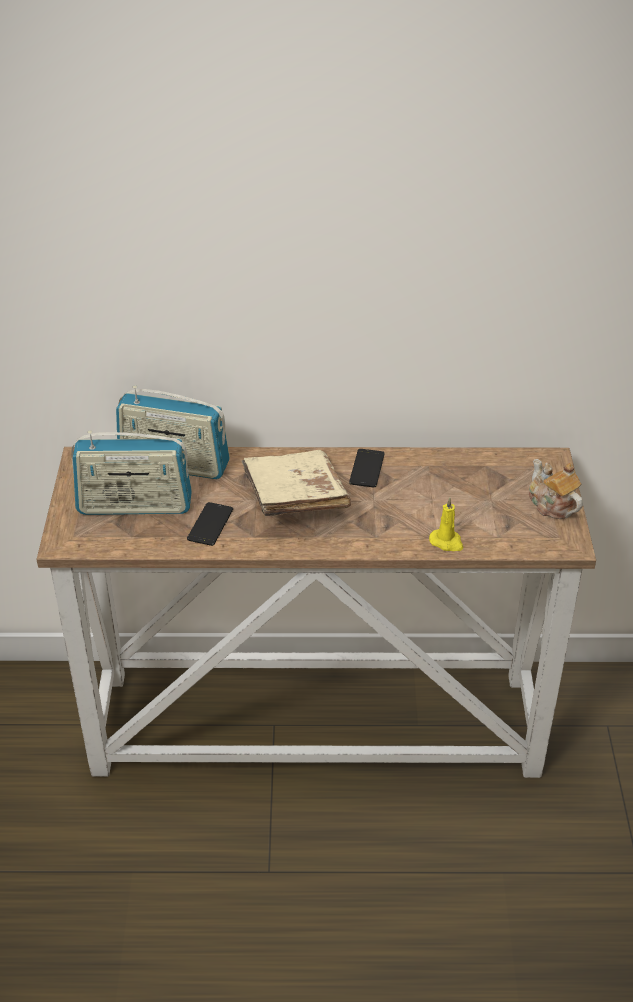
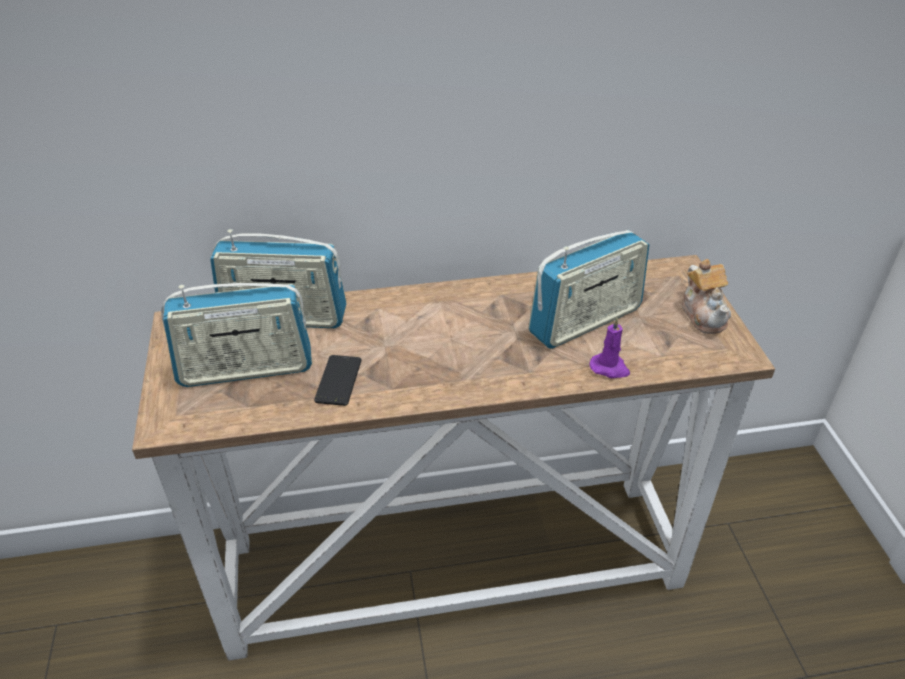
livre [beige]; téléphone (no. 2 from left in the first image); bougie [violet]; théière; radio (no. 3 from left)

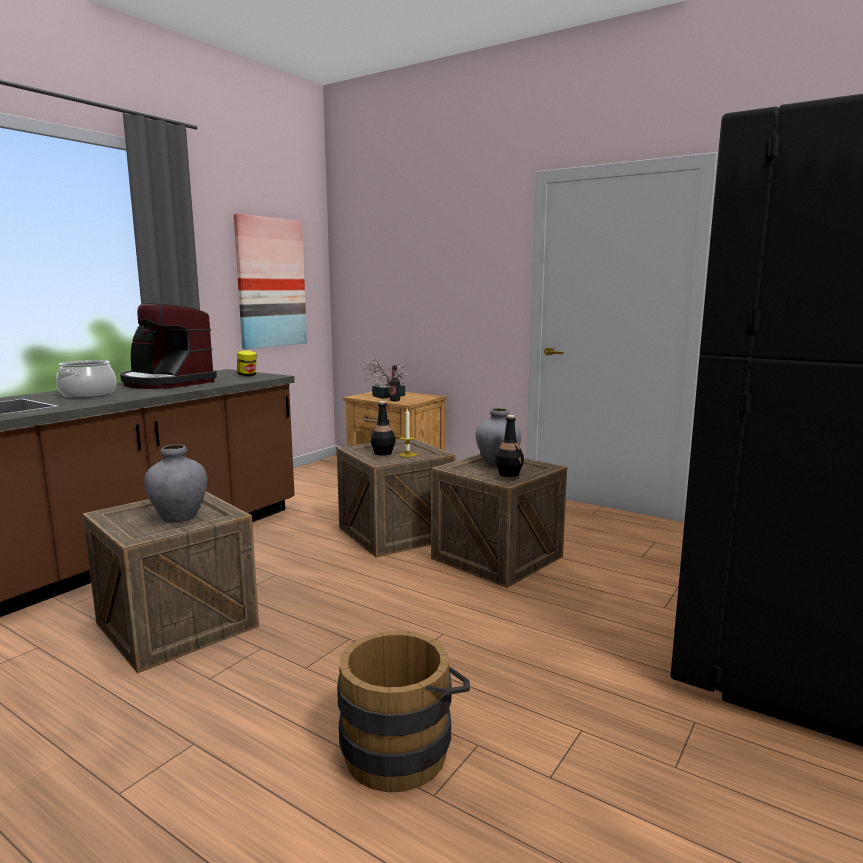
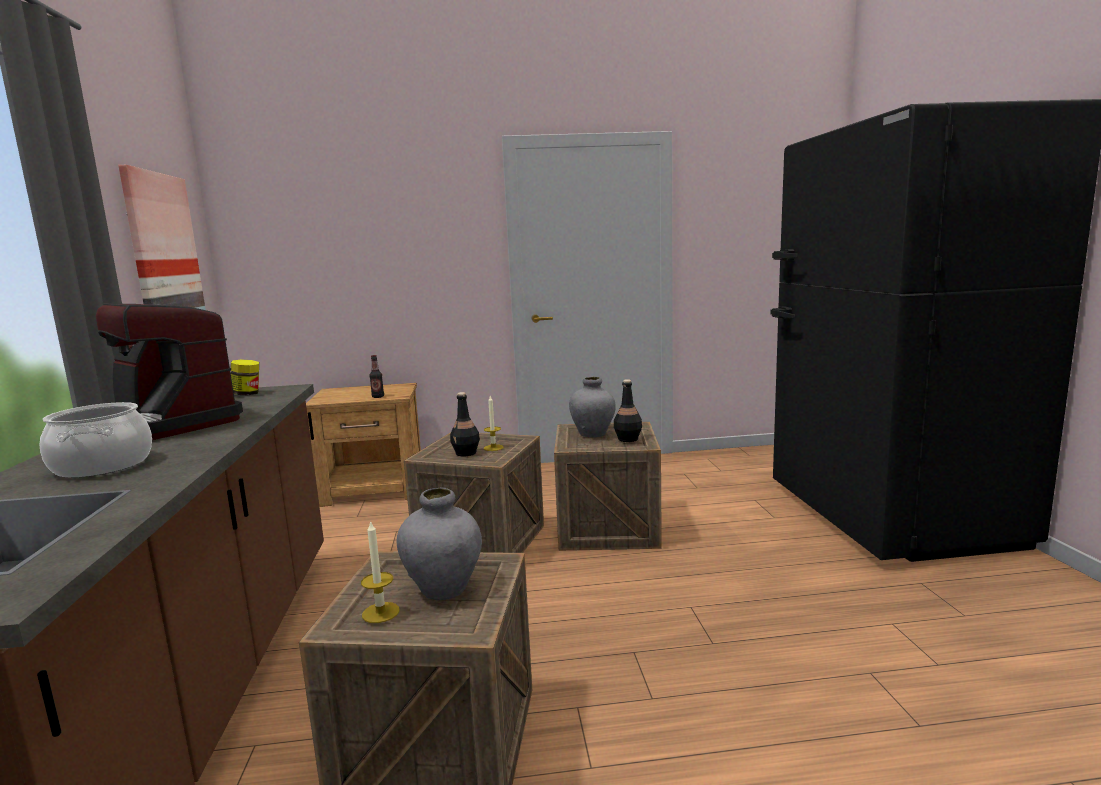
machine à café; seau [marron]; plante en pot; bougie (no. 1 from left)

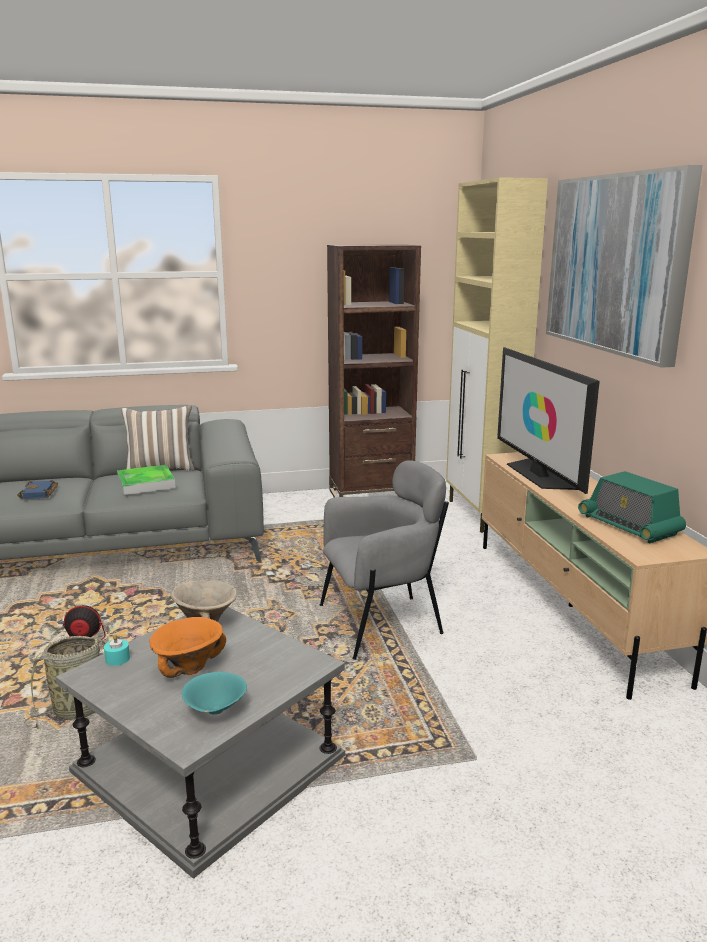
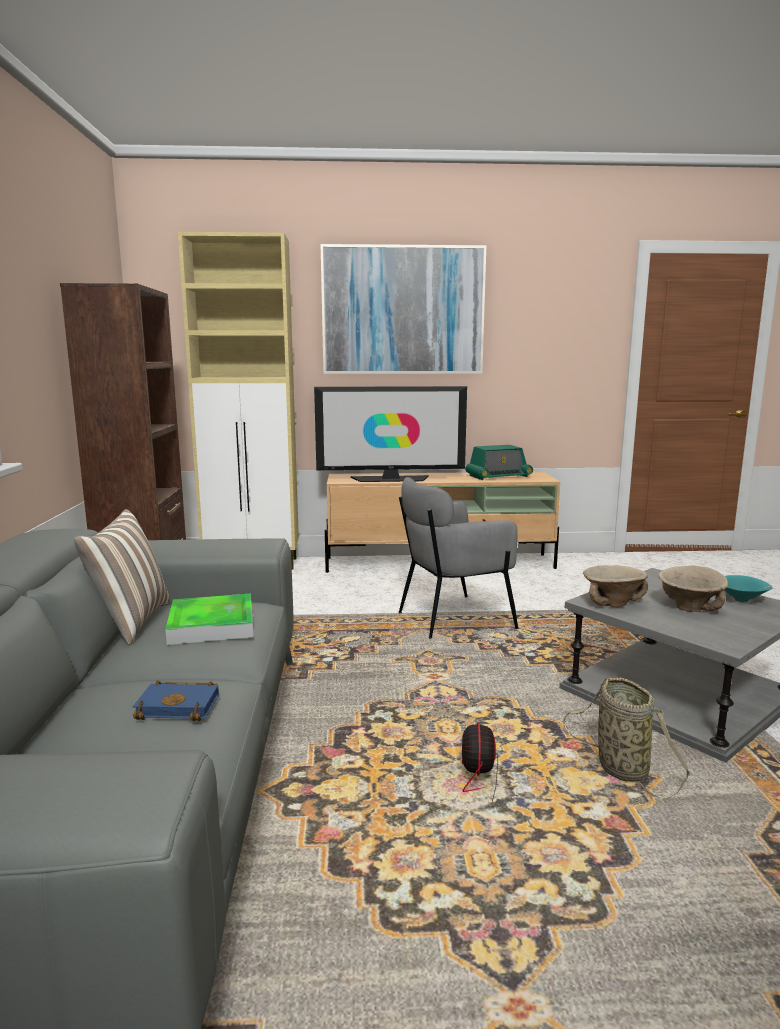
bougie [turquoise]; bol [beige] (no. 2 from left); fauteuil [gris]

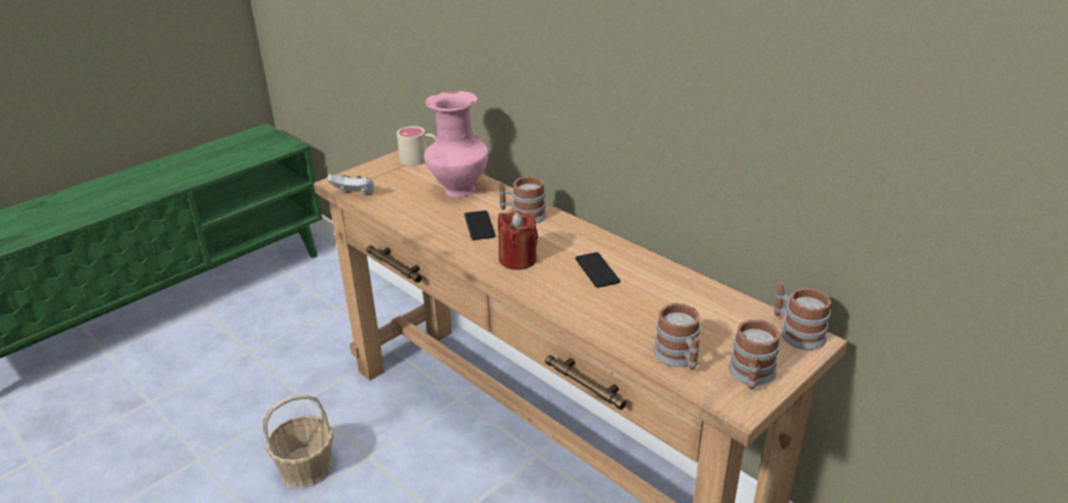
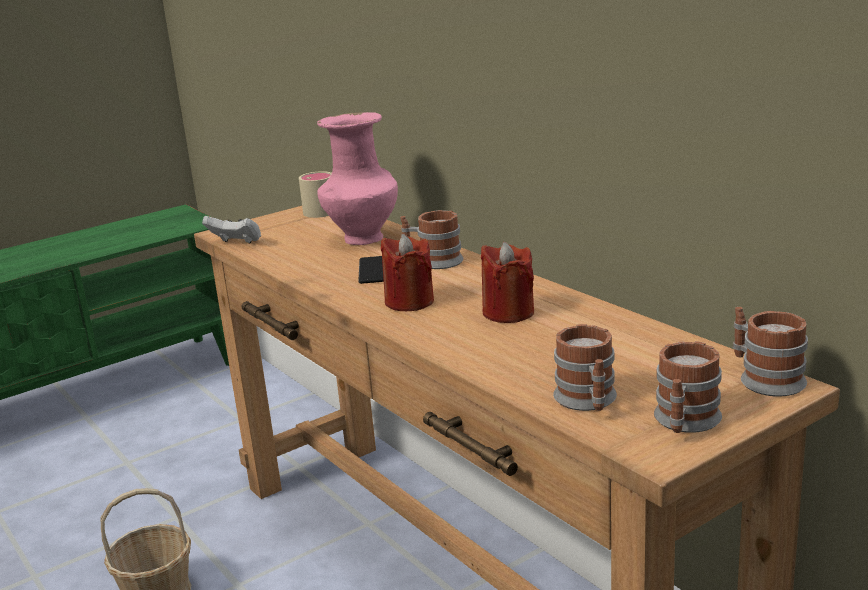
bougie [rouge] (no. 2 from left)

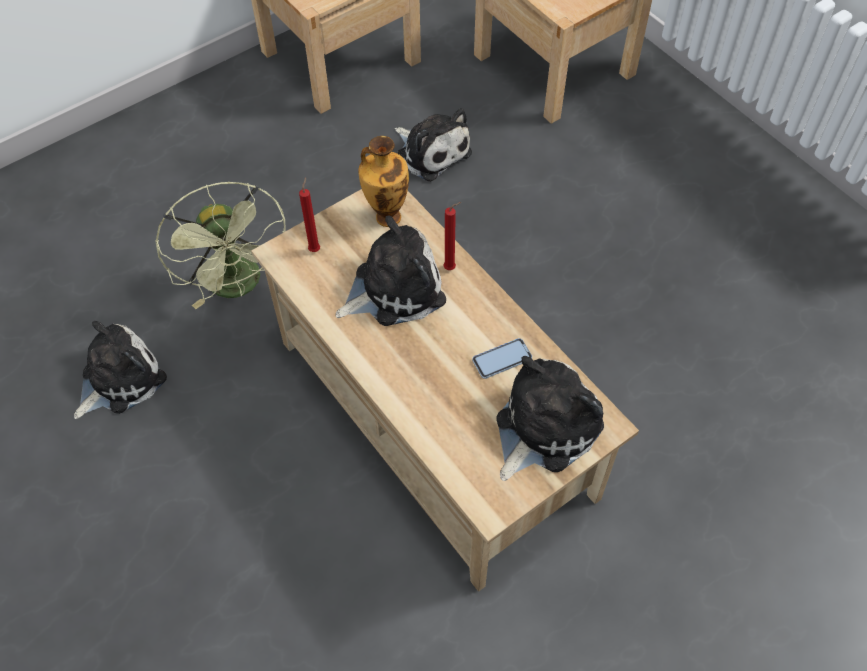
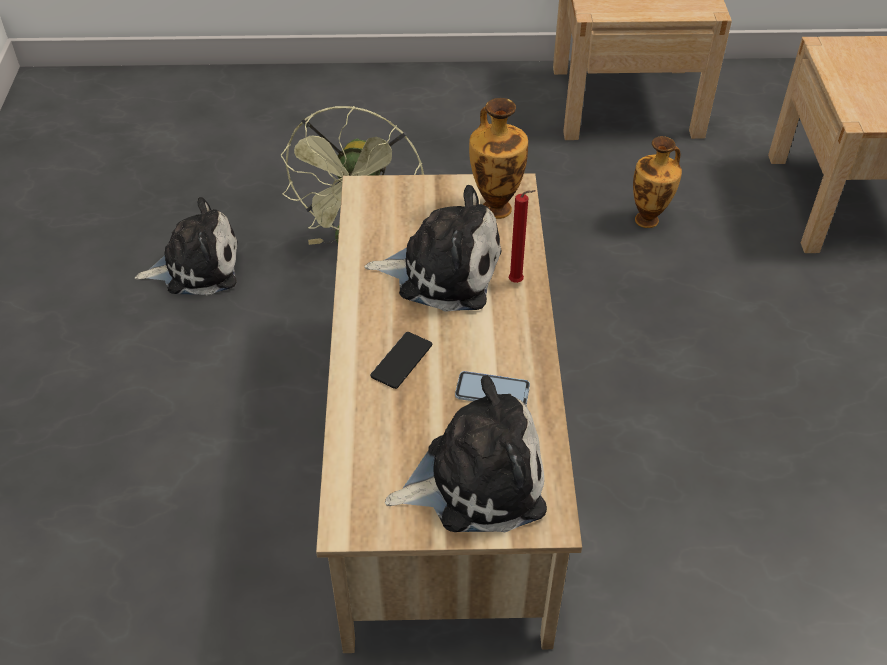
bougie [rouge] (no. 1 from left in the first image); vase (no. 2 from left); téléphone (no. 1 from left)

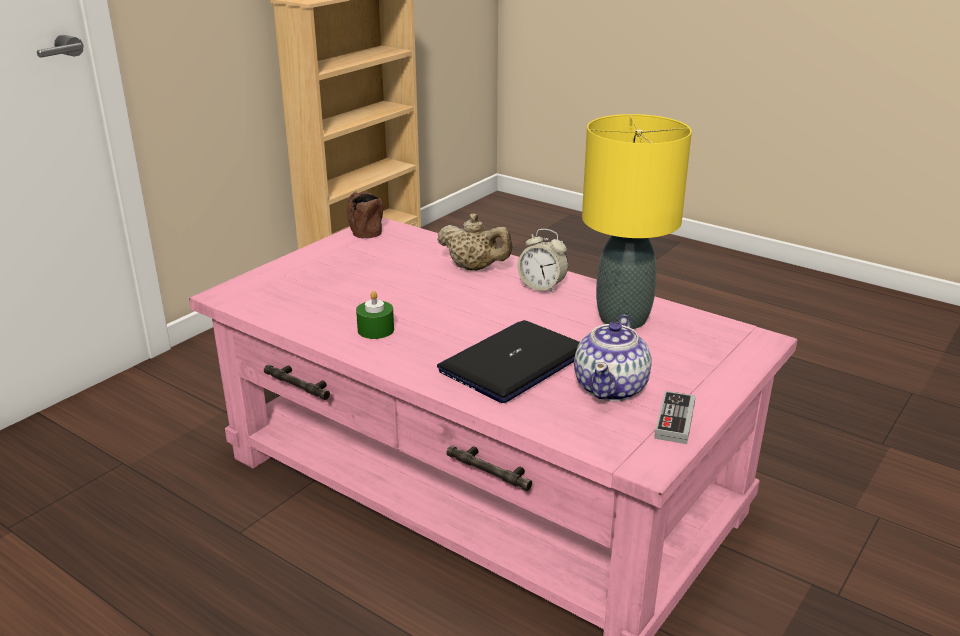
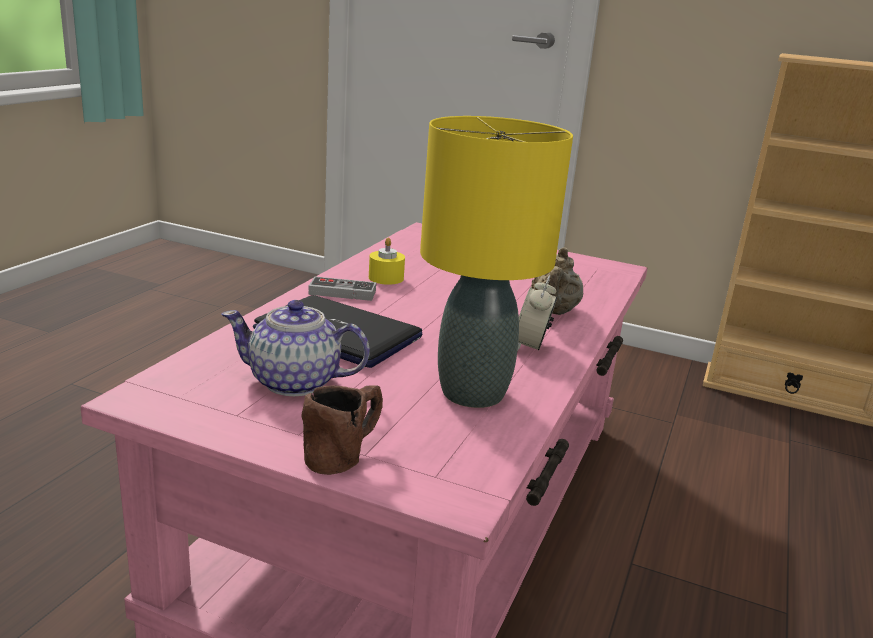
mug [marron]; bougie [jaune]; manette

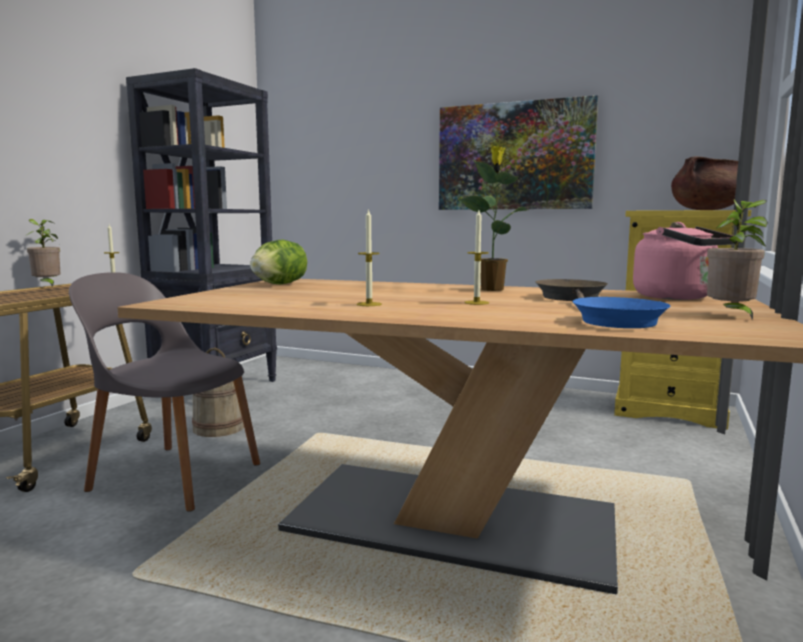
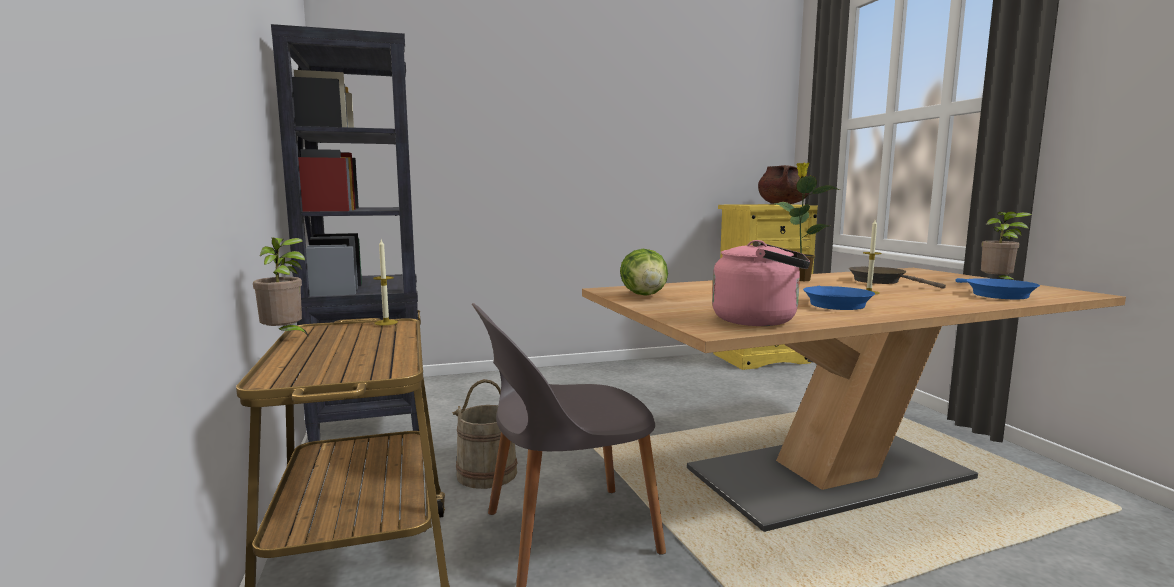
poêle [bleu] (no. 1 from left); tableau; bouilloire [rose]

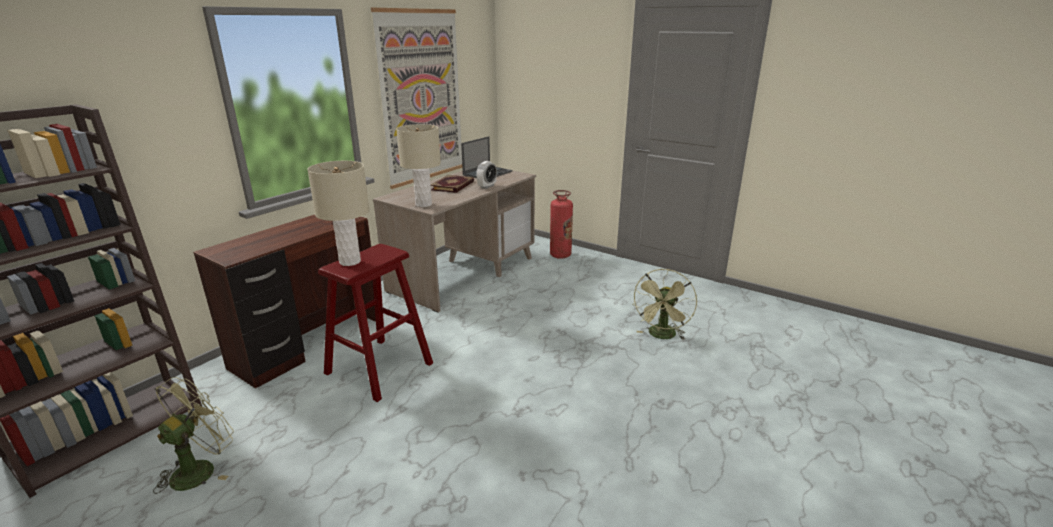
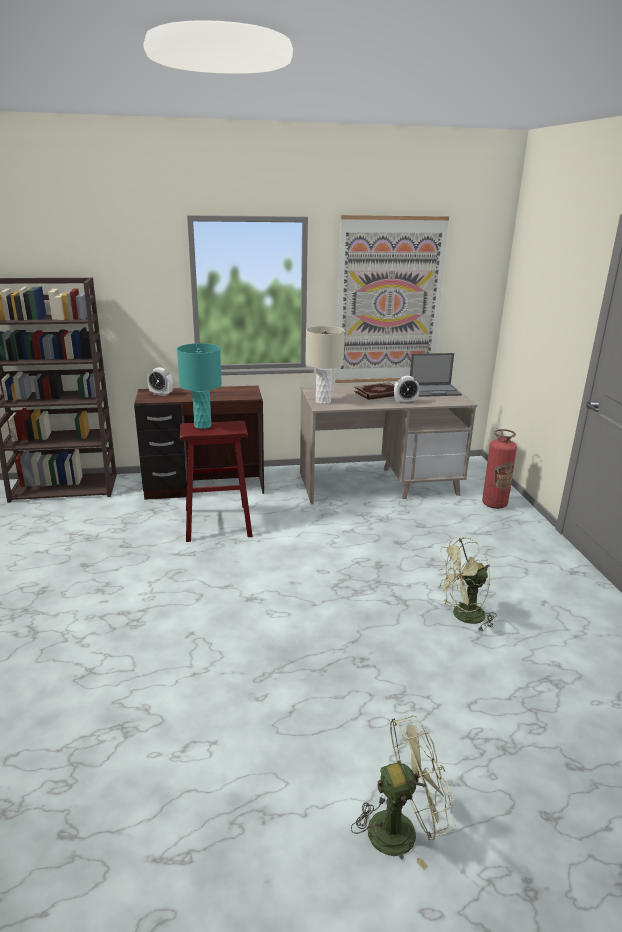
ventilateur [vert] (no. 1 from left); lampe de table [turquoise]; réveil (no. 1 from left)

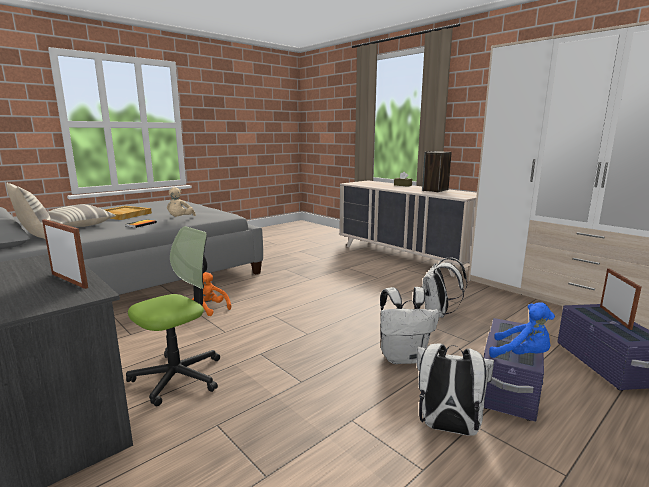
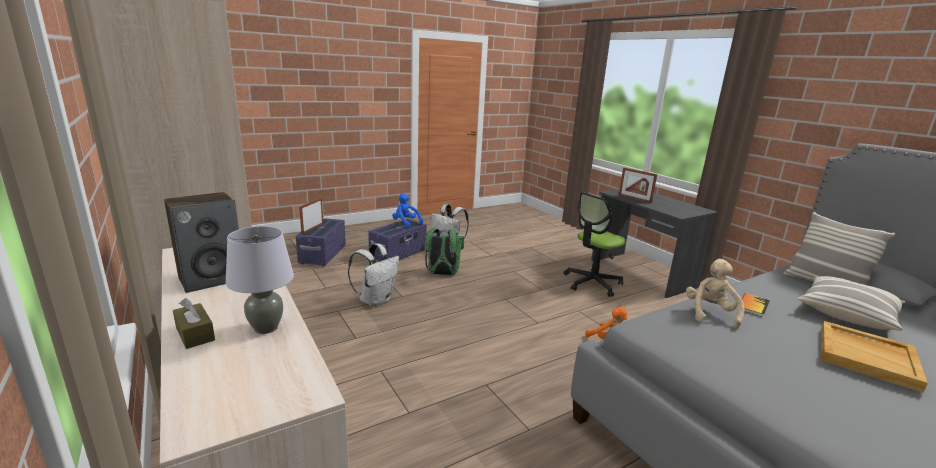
sac à dos [vert]; lampe de table [gris]

